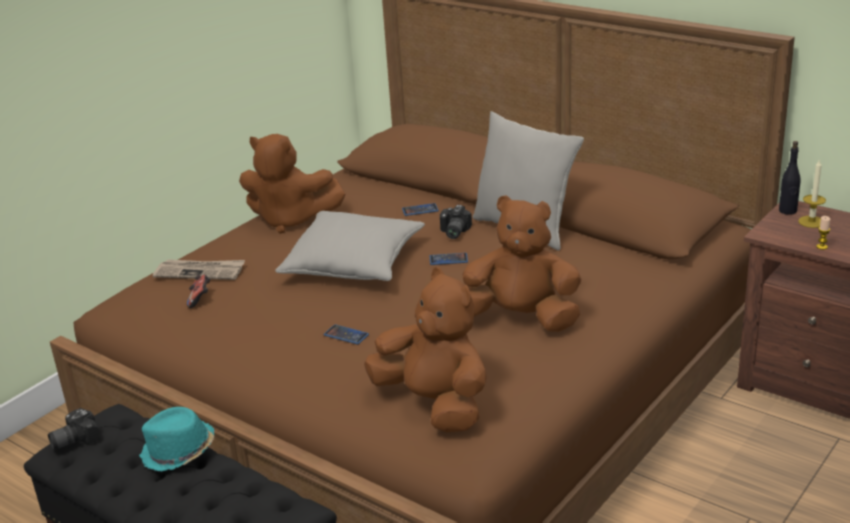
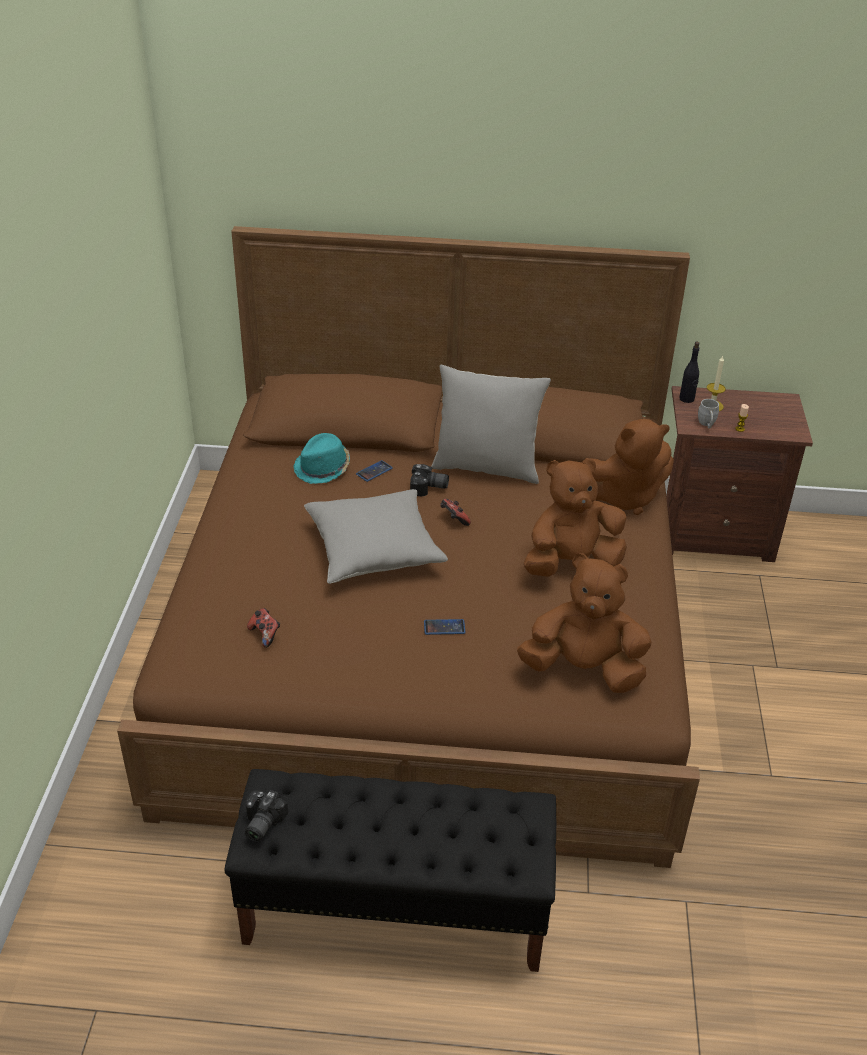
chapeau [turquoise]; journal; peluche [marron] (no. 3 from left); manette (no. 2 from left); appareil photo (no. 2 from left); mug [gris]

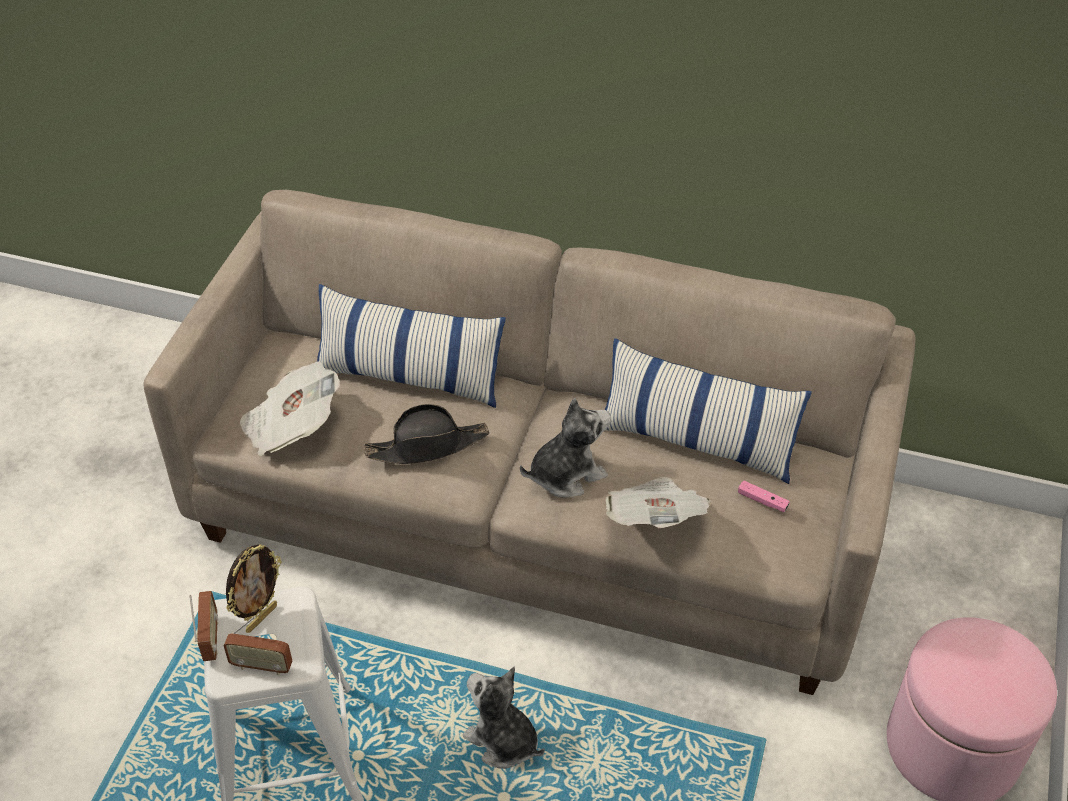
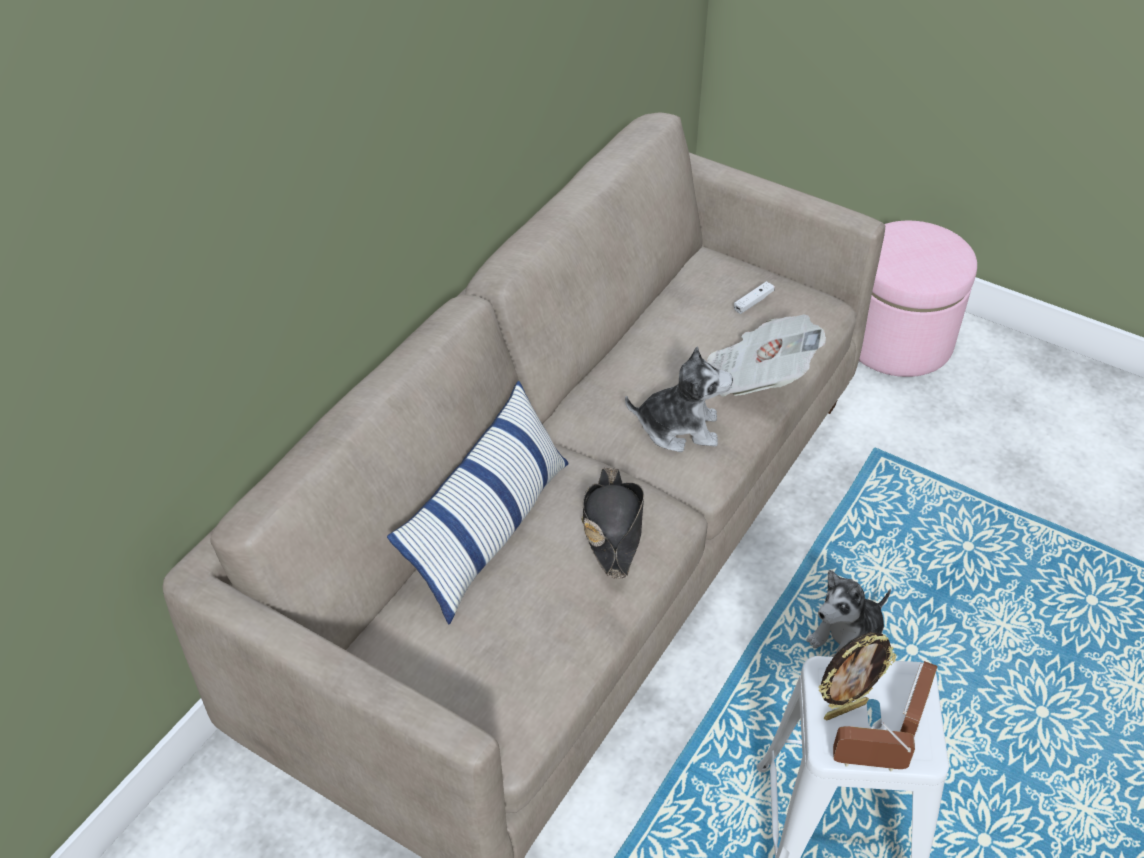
cadre photo; journal (no. 1 from left in the first image); peluche (no. 1 from left); coussin (no. 2 from left in the first image); manette [blanc]

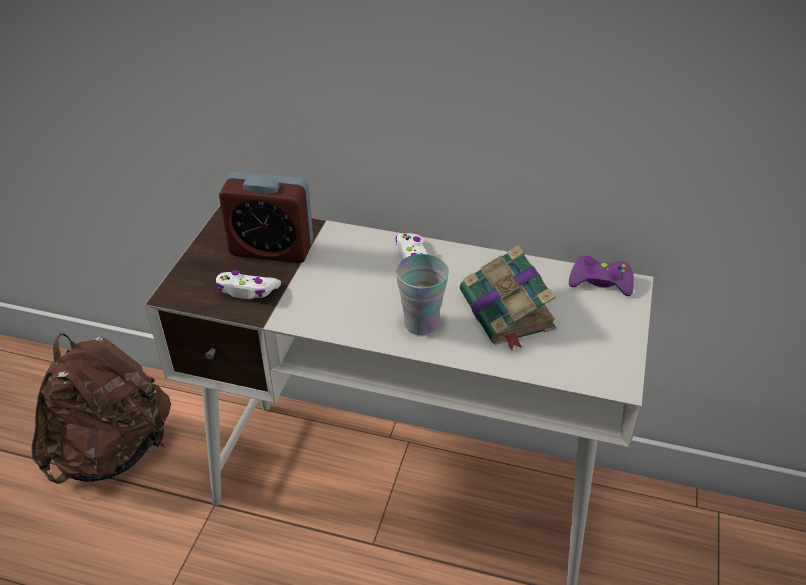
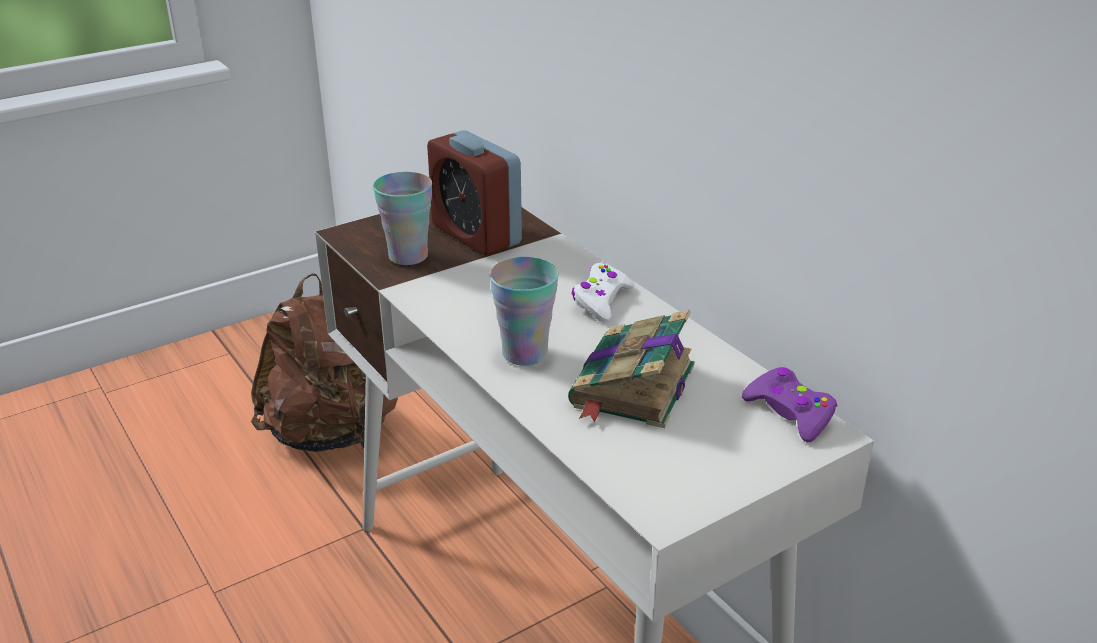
tasse (no. 1 from left)

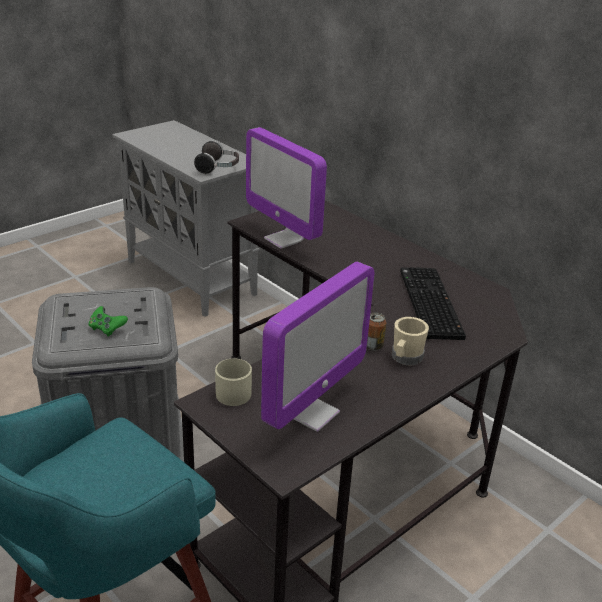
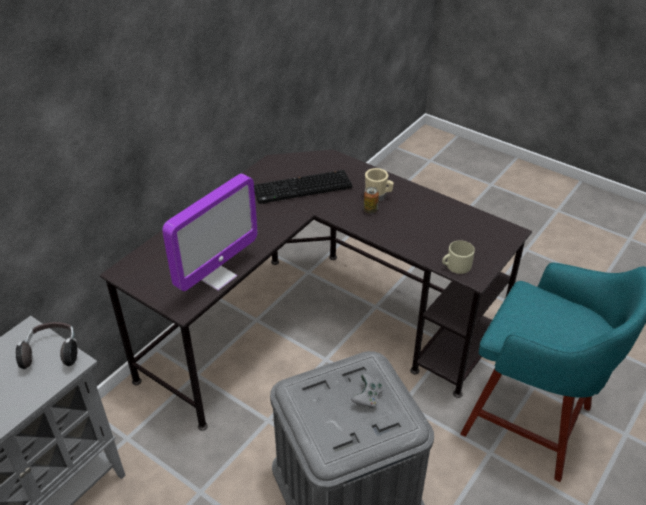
manette [gris]; écran d'ordinateur (no. 2 from left in the first image)

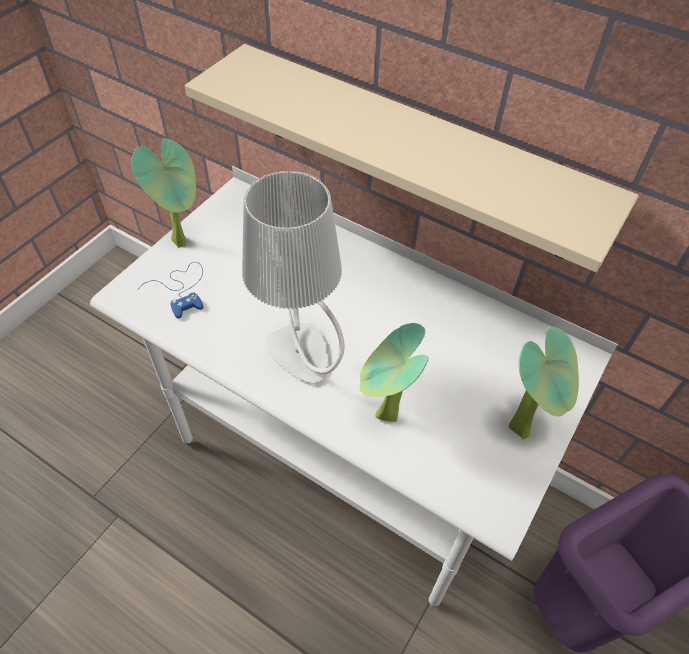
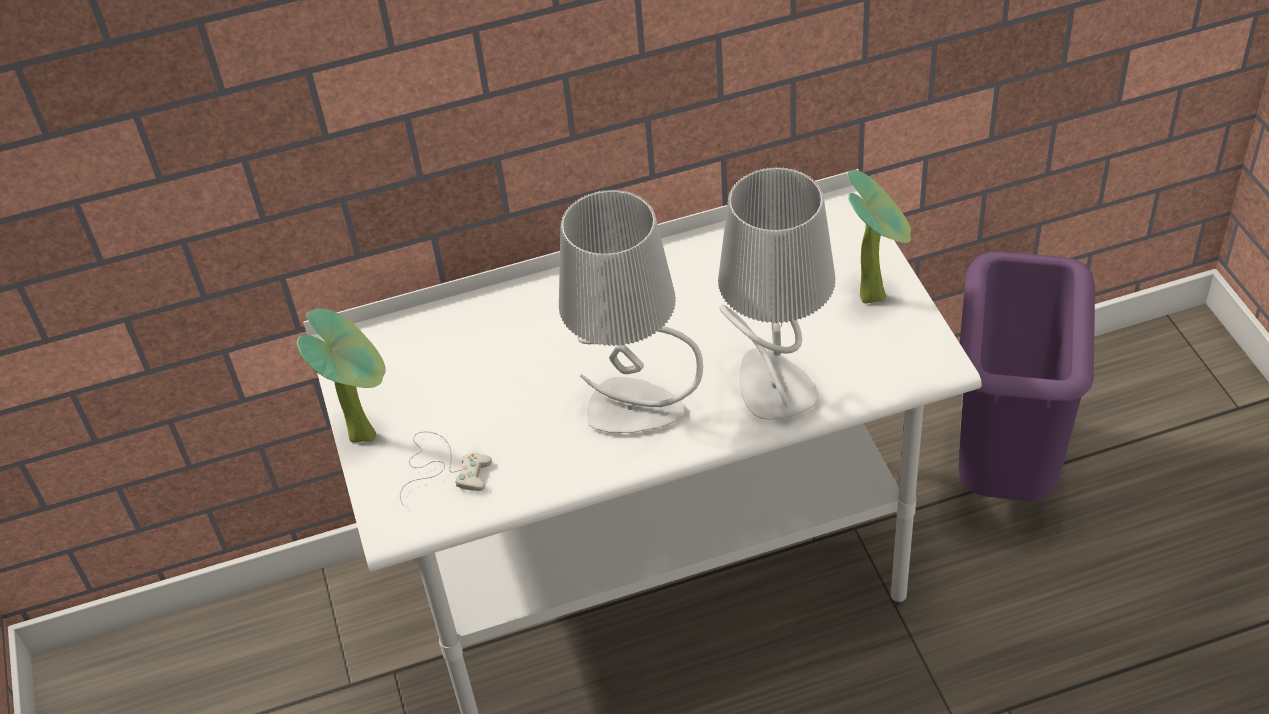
manette [blanc]; étagère [beige]; lampe de table [gris] (no. 2 from left)

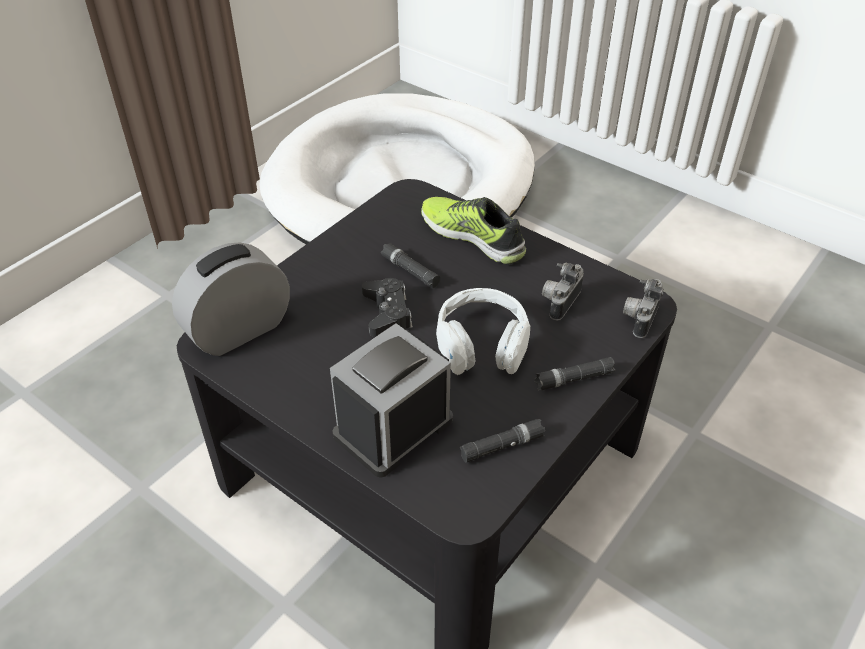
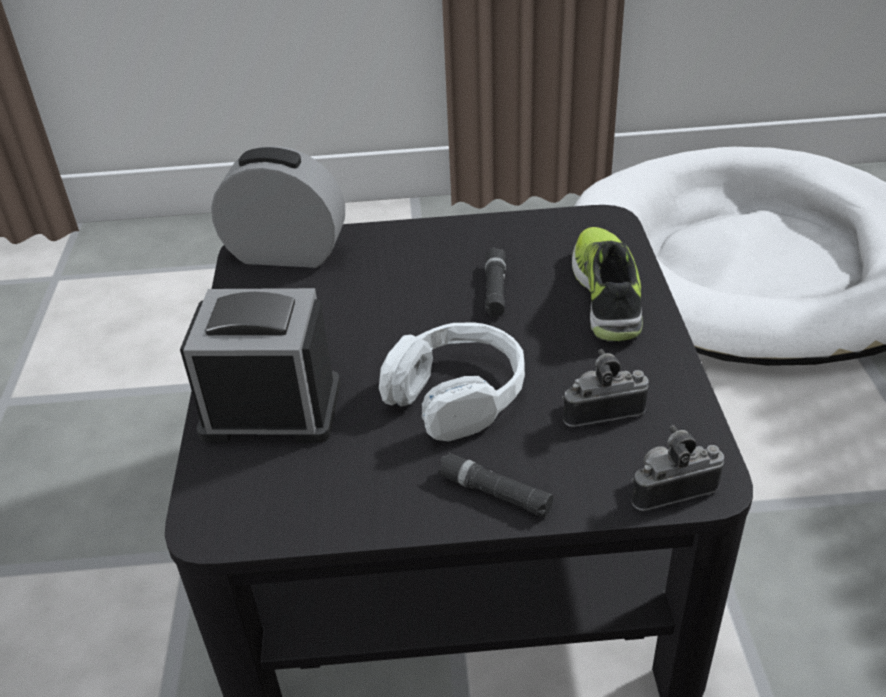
manette [noir]; lampe de poche [noir] (no. 2 from left in the first image)

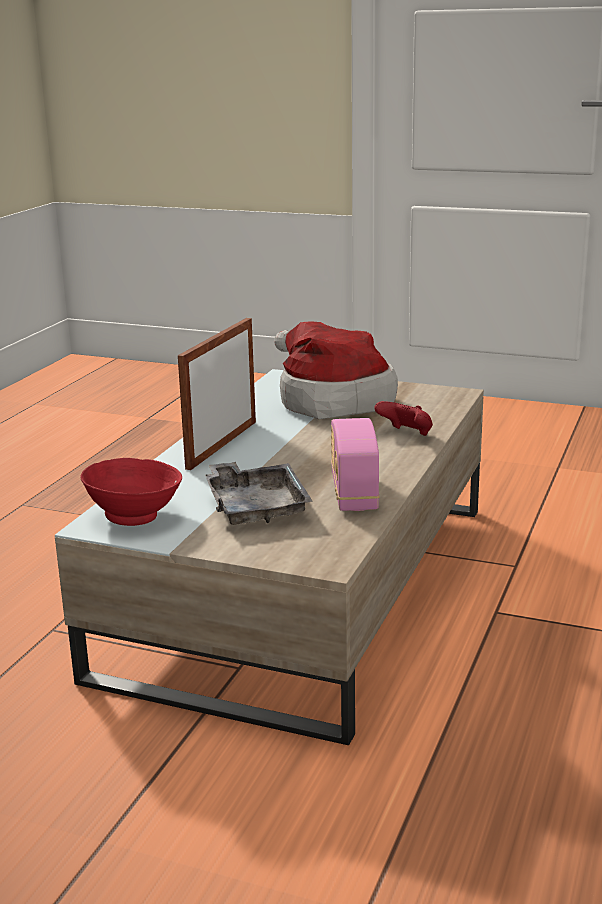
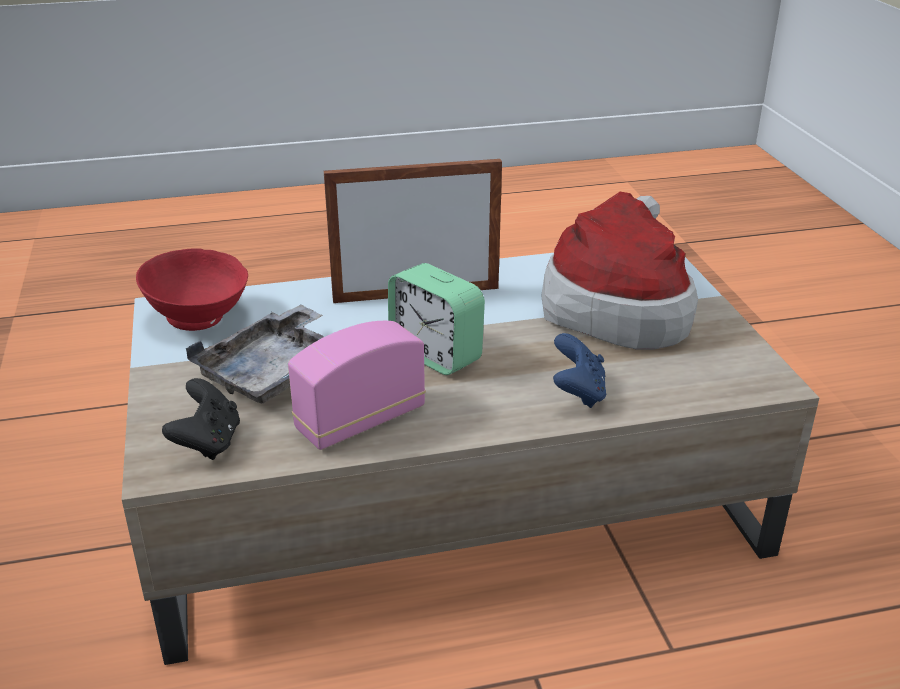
manette [bleu]; manette [noir]; réveil

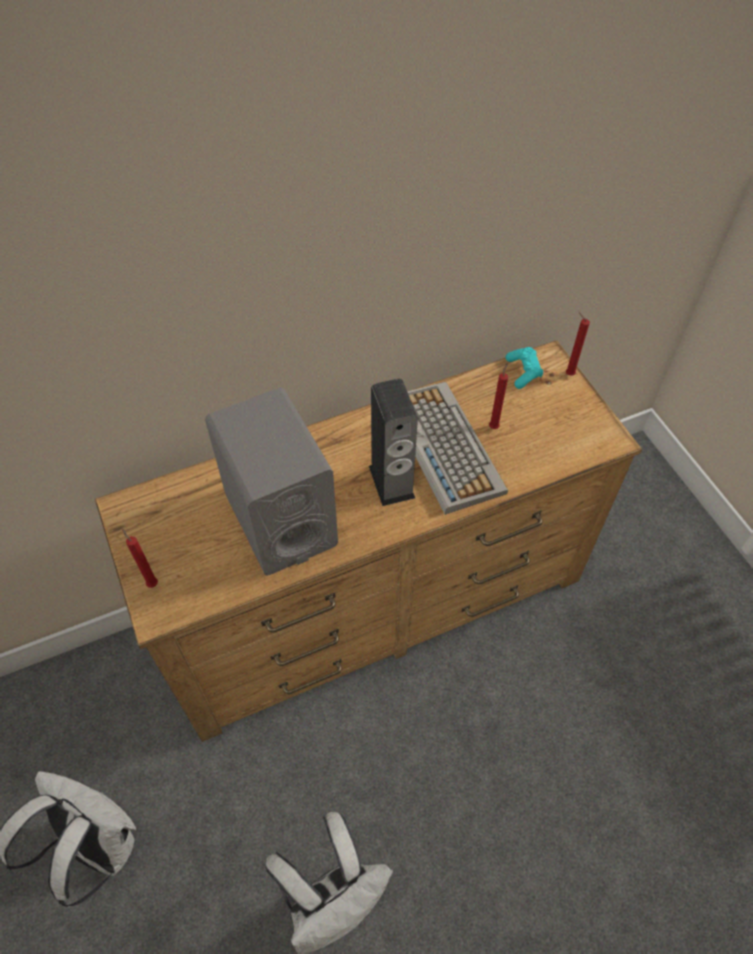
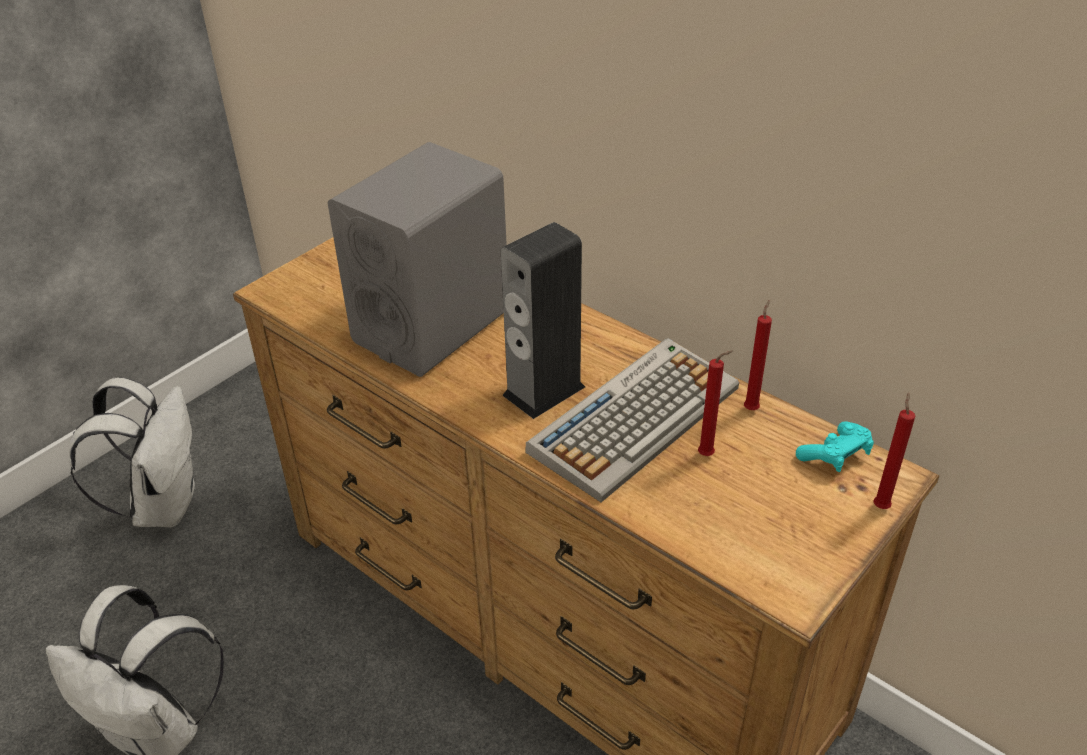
bougie [rouge] (no. 2 from left)

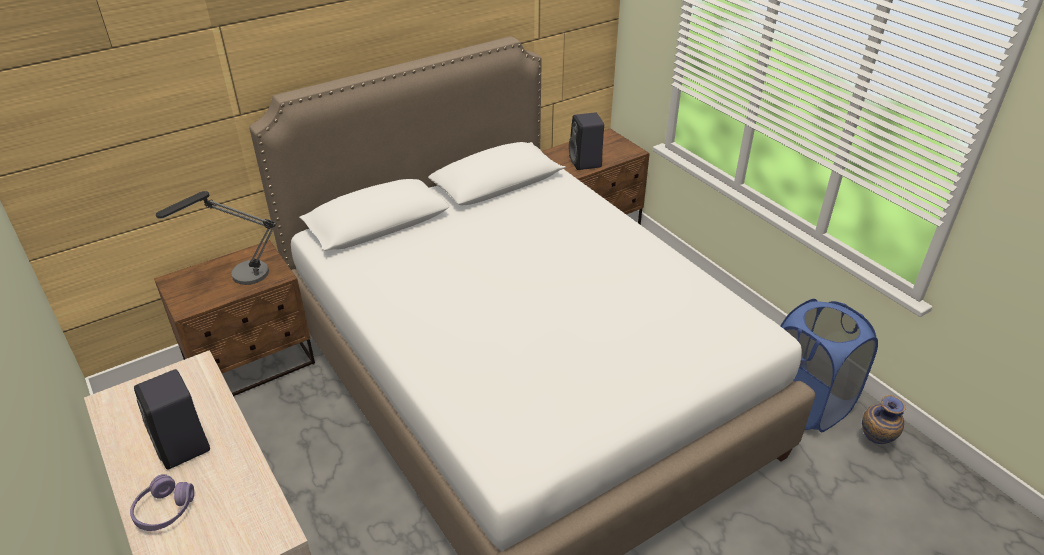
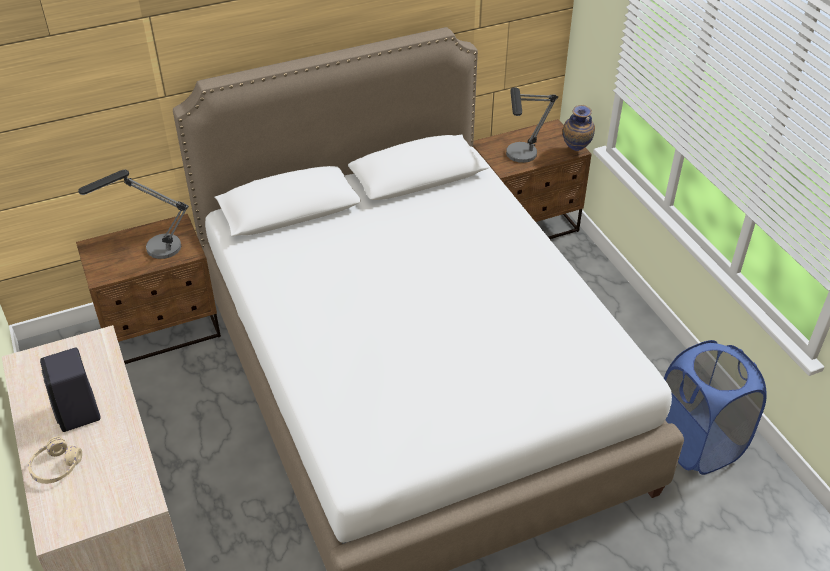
casque audio [beige]; lampe de table (no. 2 from left); vase

